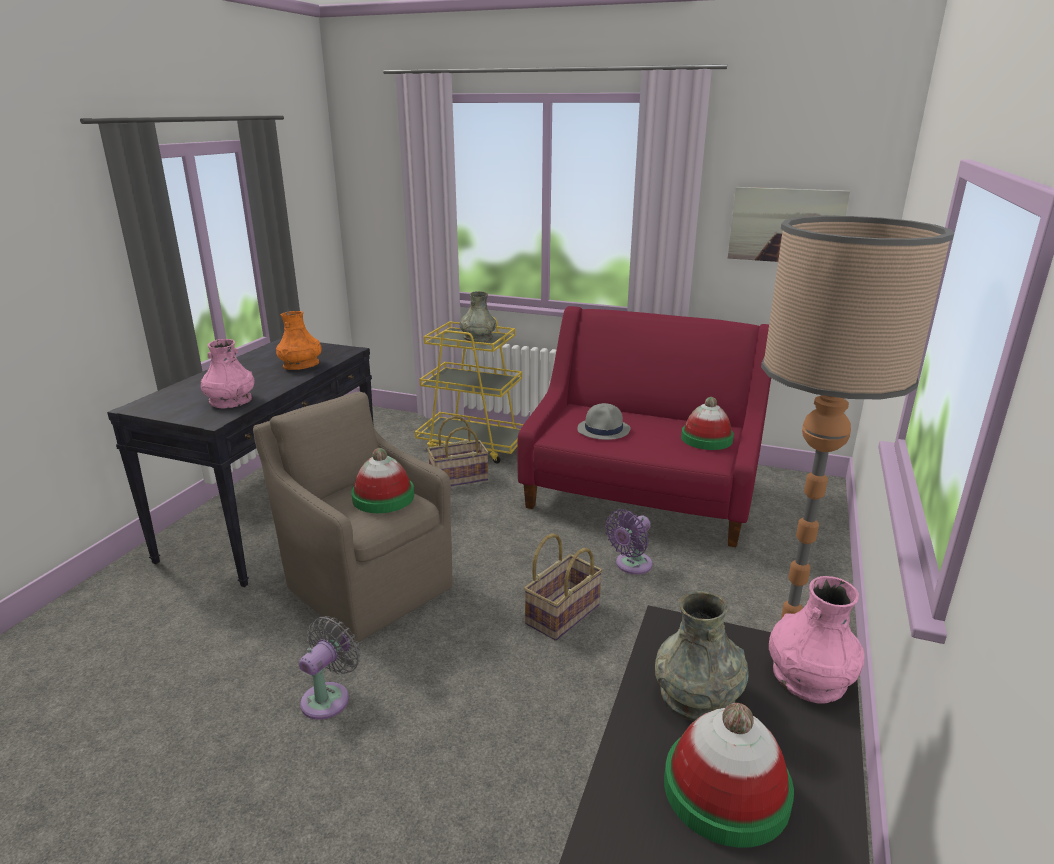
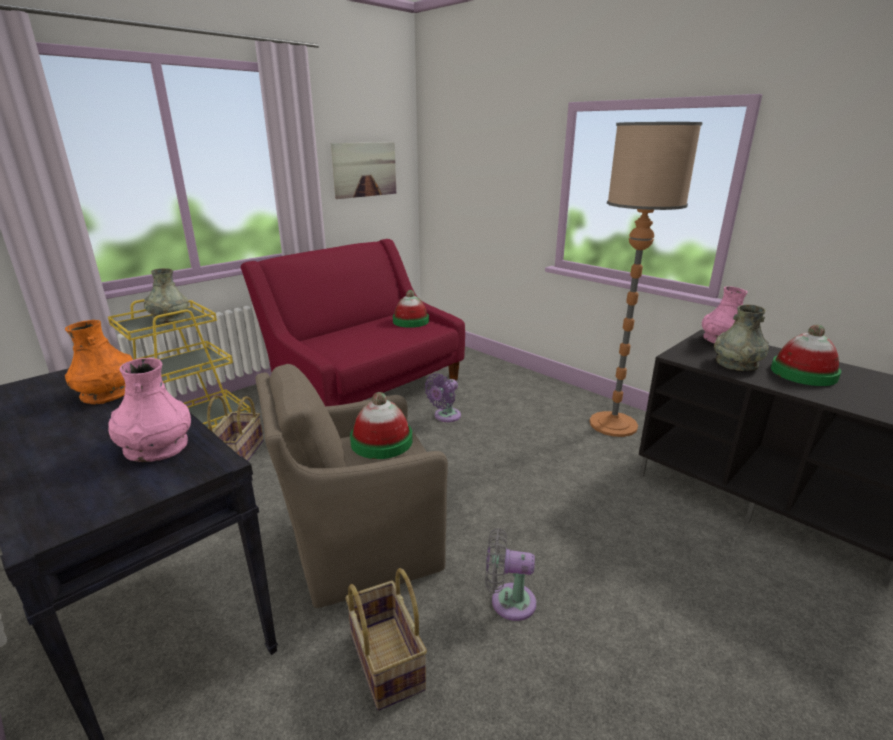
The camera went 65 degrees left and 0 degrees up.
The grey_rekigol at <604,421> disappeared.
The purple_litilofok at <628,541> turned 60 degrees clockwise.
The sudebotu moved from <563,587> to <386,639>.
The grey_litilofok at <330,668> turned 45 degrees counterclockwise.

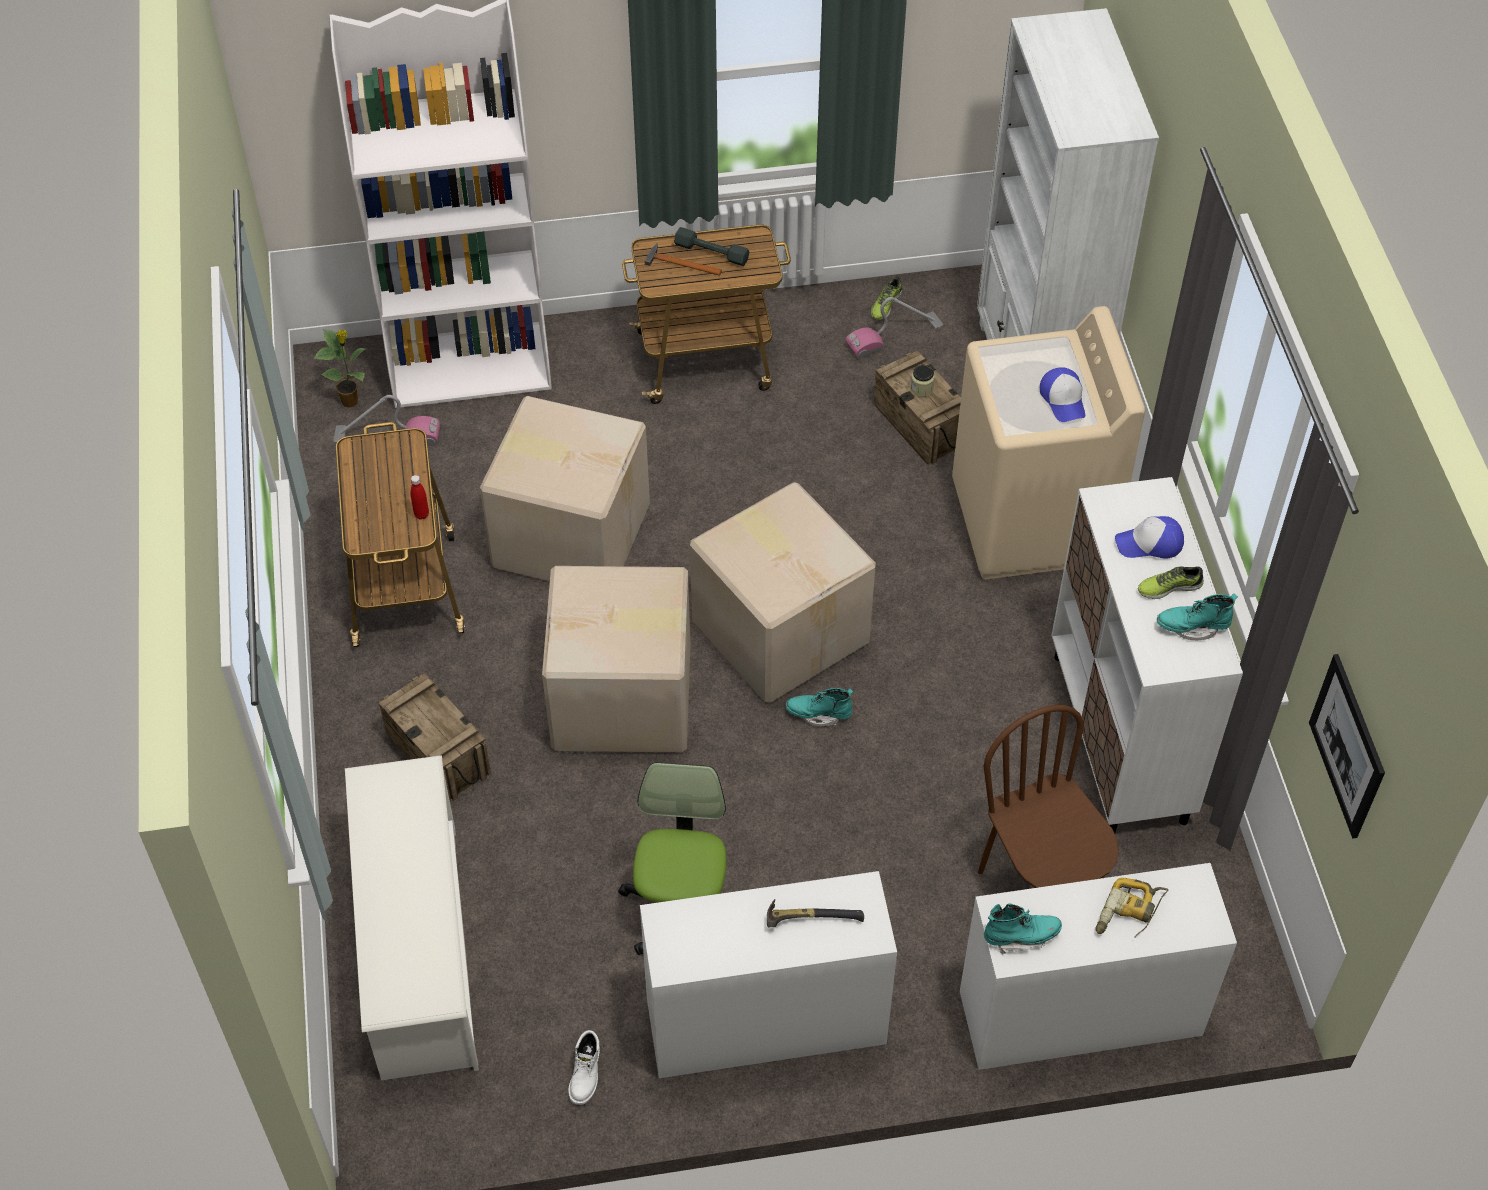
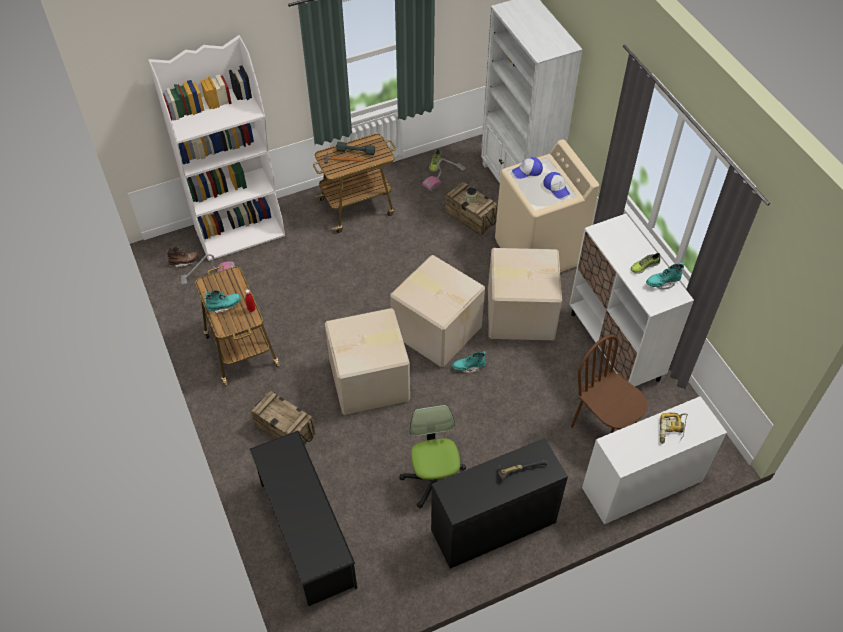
The camera went 15 degrees left and 0 degrees up.
The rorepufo at <340,368> was replaced by the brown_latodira at <182,258>.
The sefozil moved from <565,488> to <525,294>.
The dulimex moved from <1149,537> to <527,168>.
The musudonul at <1347,746> disappeared.
The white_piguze at <412,917> became the black_piguze at <303,518>.
The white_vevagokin at <768,974> became the black_vevagokin at <499,503>.
The turquoise_latodira moved from <1023,929> to <222,302>.
The white_latodira at <584,1067> disappeared.

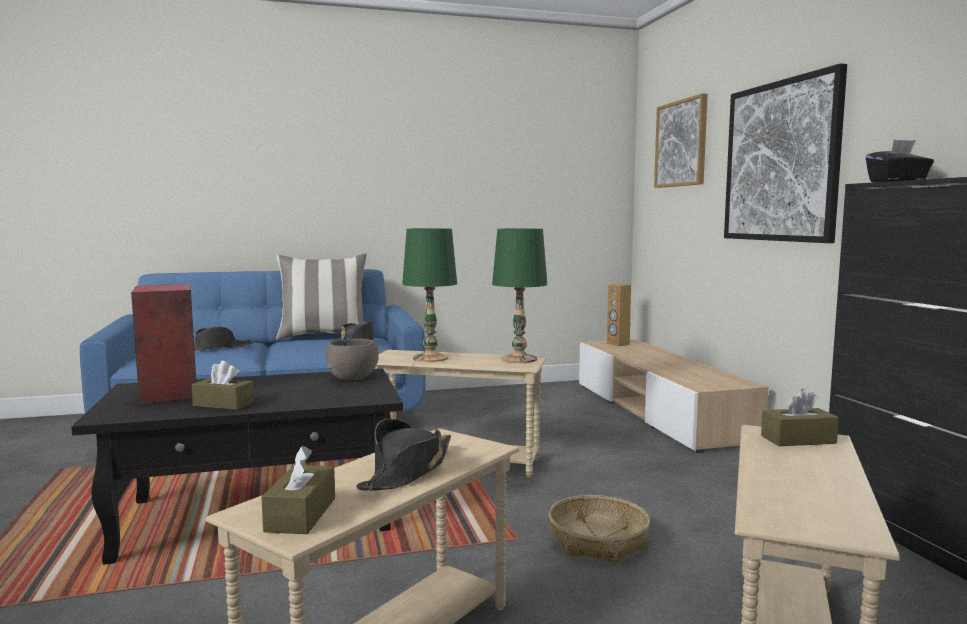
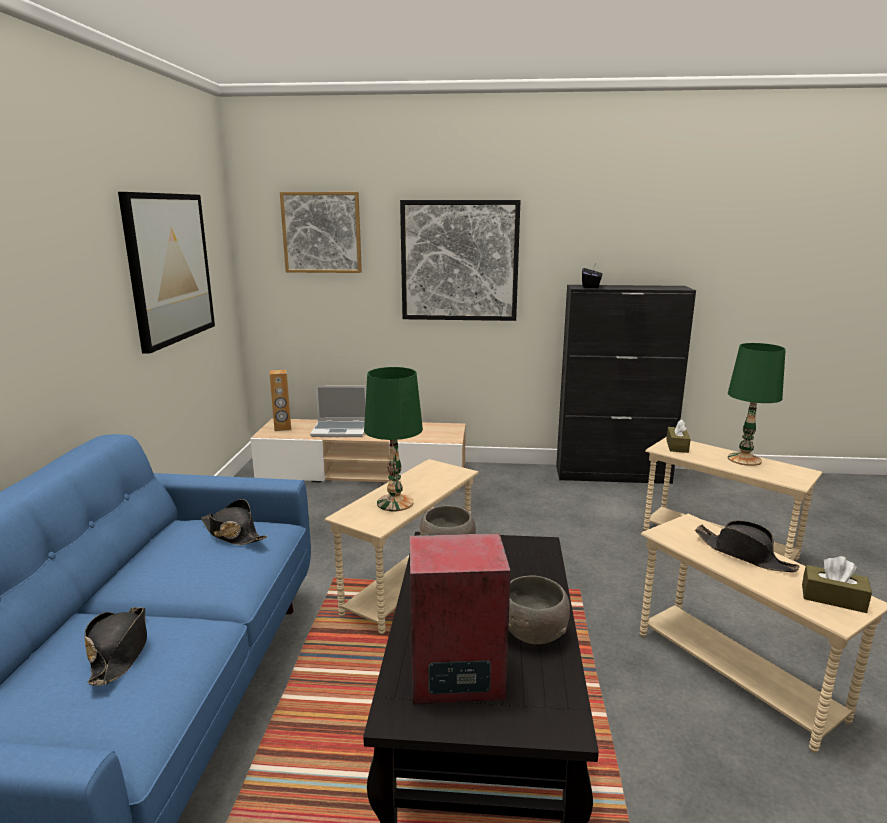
The camera went 70 degrees left and 10 degrees up.
The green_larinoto moved from <519,296> to <757,404>.
The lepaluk at <321,297> disappeared.
The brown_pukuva at <223,385> was replaced by the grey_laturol at <539,609>.
The sudebotu at <599,529> disappeared.
The musudonul at <166,273> appeared.
The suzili at <338,411> appeared.

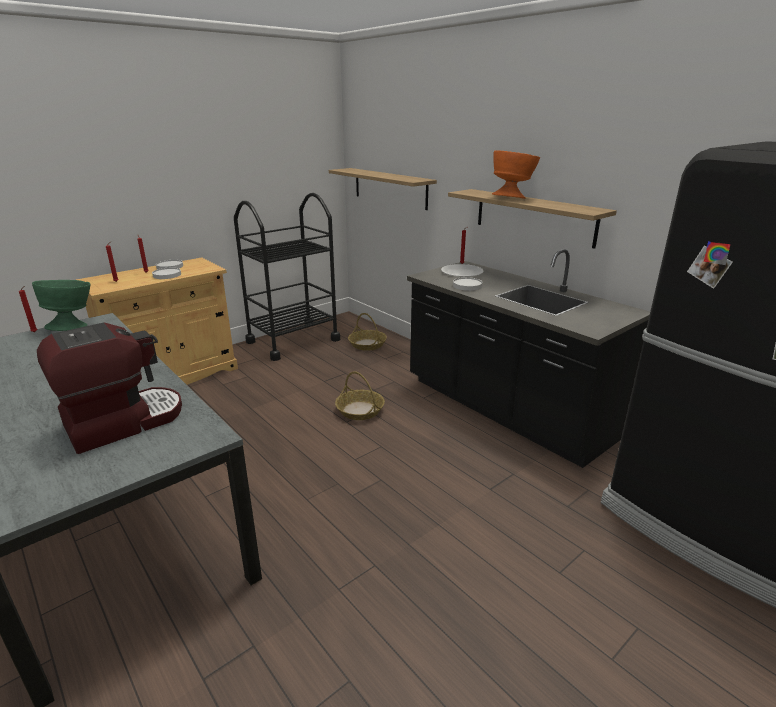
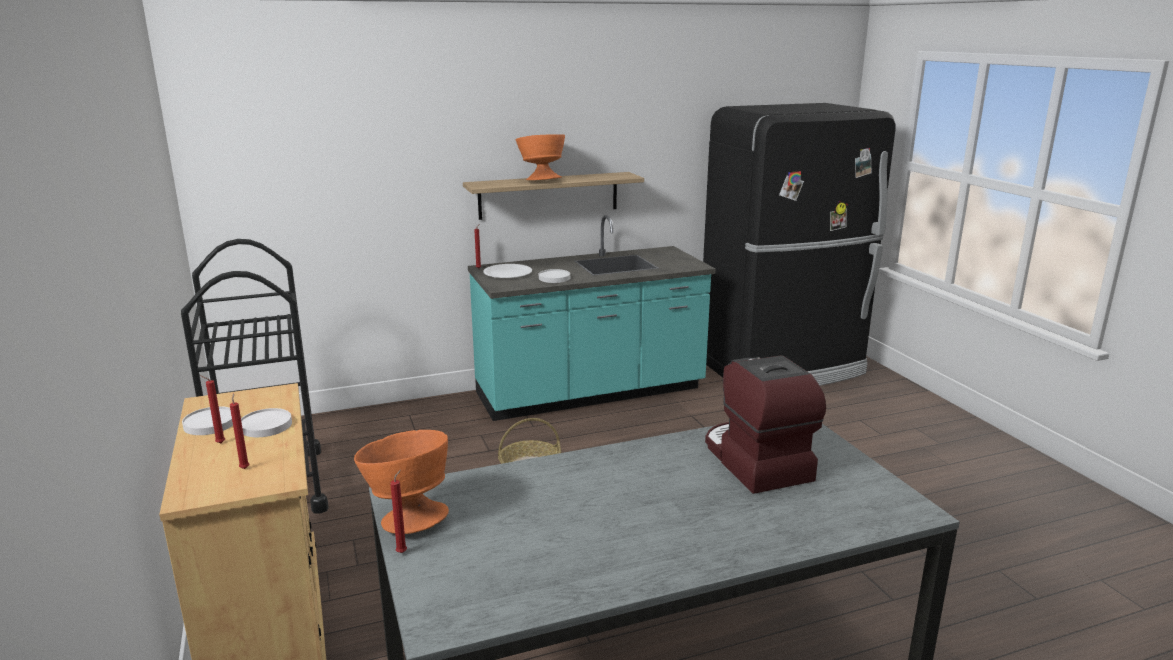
The camera went 70 degrees left and 5 degrees down.
The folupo at <383,189> disappeared.
The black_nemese at <528,358> became the turquoise_nemese at <592,318>.
The green_laturol at <61,305> became the orange_laturol at <401,482>.
The sudebotu at <367,332> disappeared.

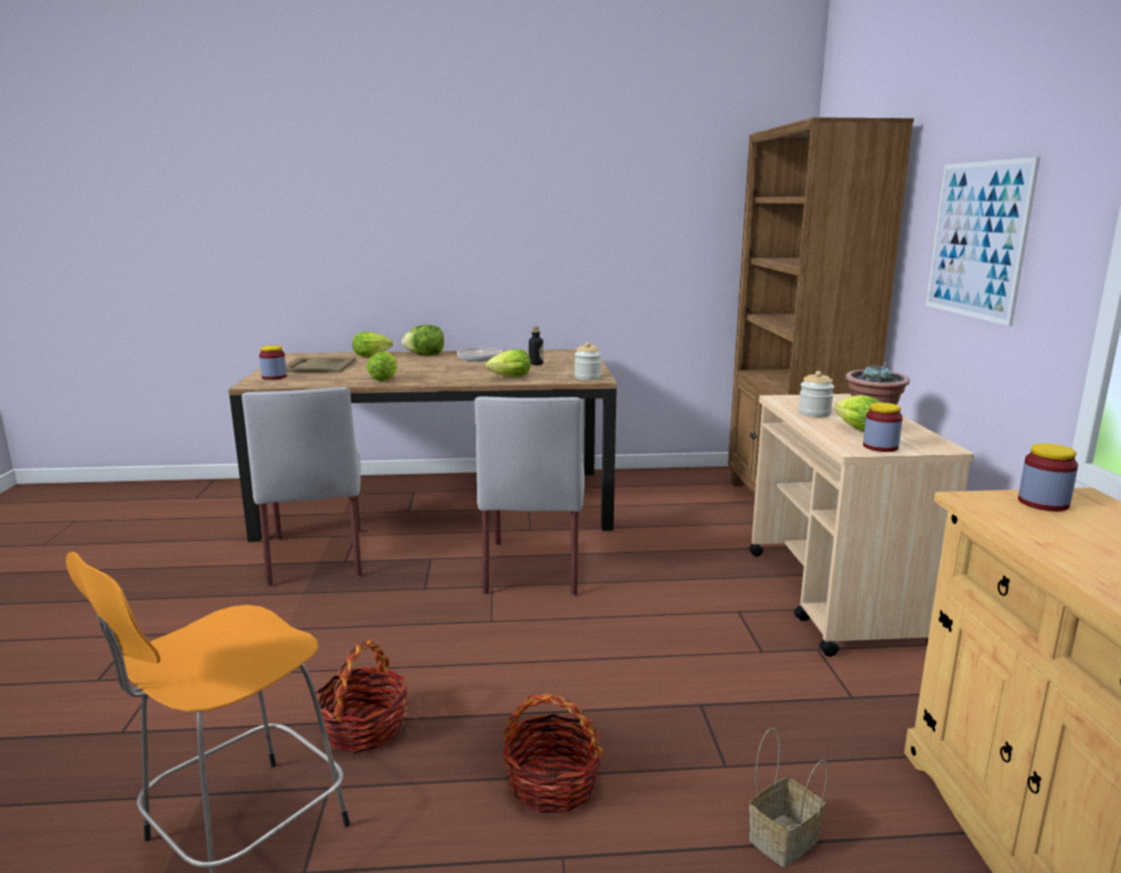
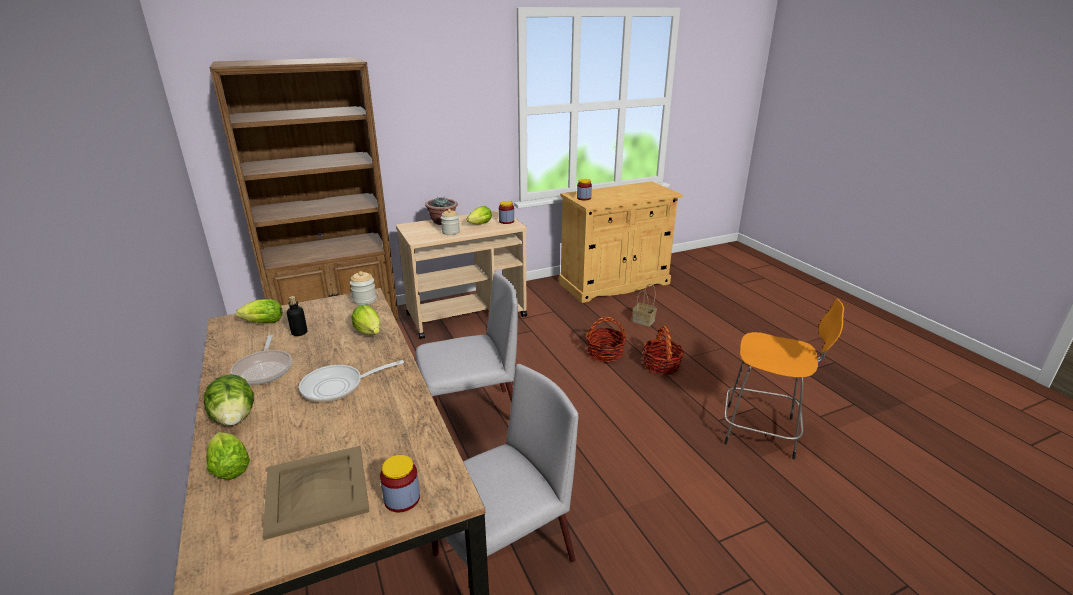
The camera went 110 degrees left and 10 degrees up.
The musudonul at <983,241> disappeared.
The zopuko moved from <381,366> to <259,311>.
The sudebotu moved from <361,696> to <606,339>.
The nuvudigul at <351,381> appeared.

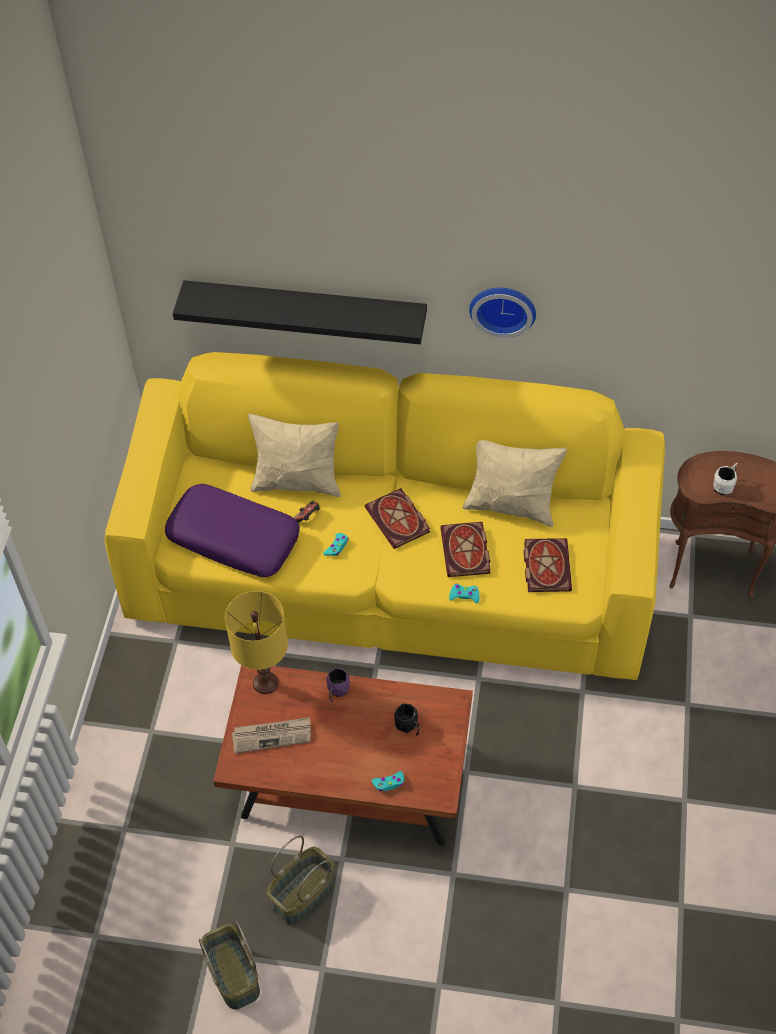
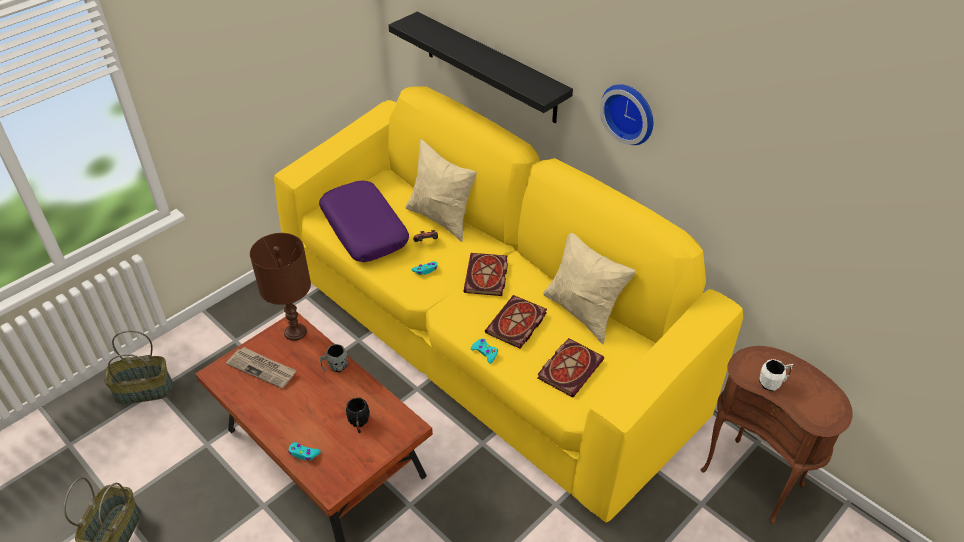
The camera went 35 degrees right and 10 degrees down.
The yellow_larinoto at <256,642> became the brown_larinoto at <280,287>.
The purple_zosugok at <338,685> became the grey_zosugok at <333,358>.
The sudebotu moved from <301,880> to <138,367>.

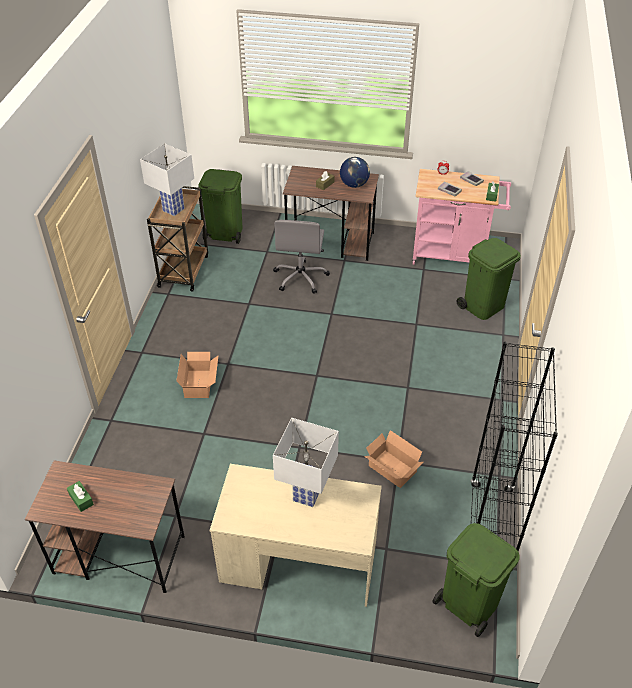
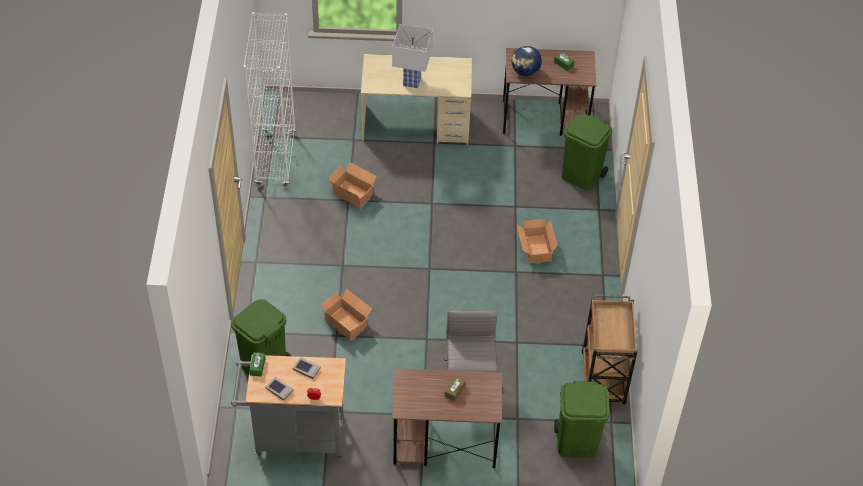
The camera went 170 degrees right and 5 degrees up.
The white_larinoto at <167,179> disappeared.
The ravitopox moved from <355,172> to <527,61>.
The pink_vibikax at <461,217> became the grey_vibikax at <288,407>.
The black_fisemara at <514,457> became the white_fisemara at <269,100>.
The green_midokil moved from <476,580> to <587,152>.
The sefozil at <346,314> appeared.

